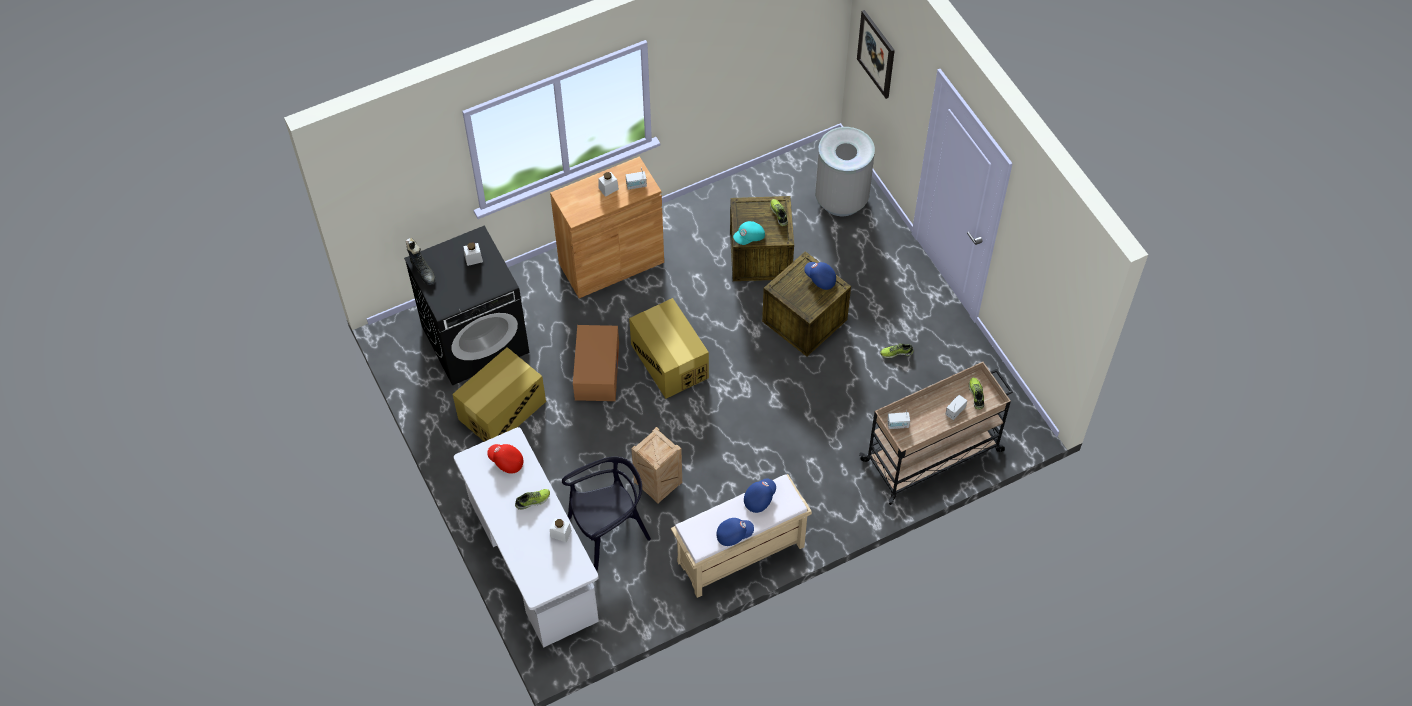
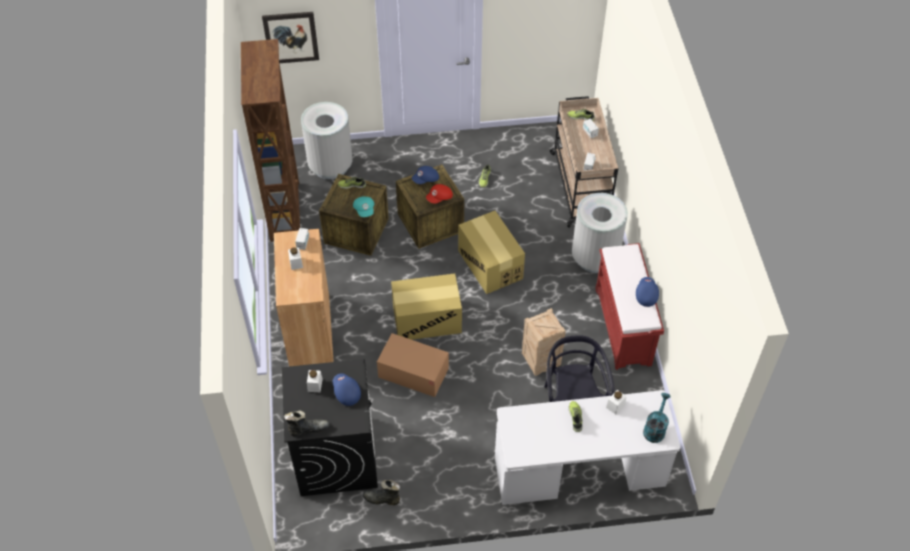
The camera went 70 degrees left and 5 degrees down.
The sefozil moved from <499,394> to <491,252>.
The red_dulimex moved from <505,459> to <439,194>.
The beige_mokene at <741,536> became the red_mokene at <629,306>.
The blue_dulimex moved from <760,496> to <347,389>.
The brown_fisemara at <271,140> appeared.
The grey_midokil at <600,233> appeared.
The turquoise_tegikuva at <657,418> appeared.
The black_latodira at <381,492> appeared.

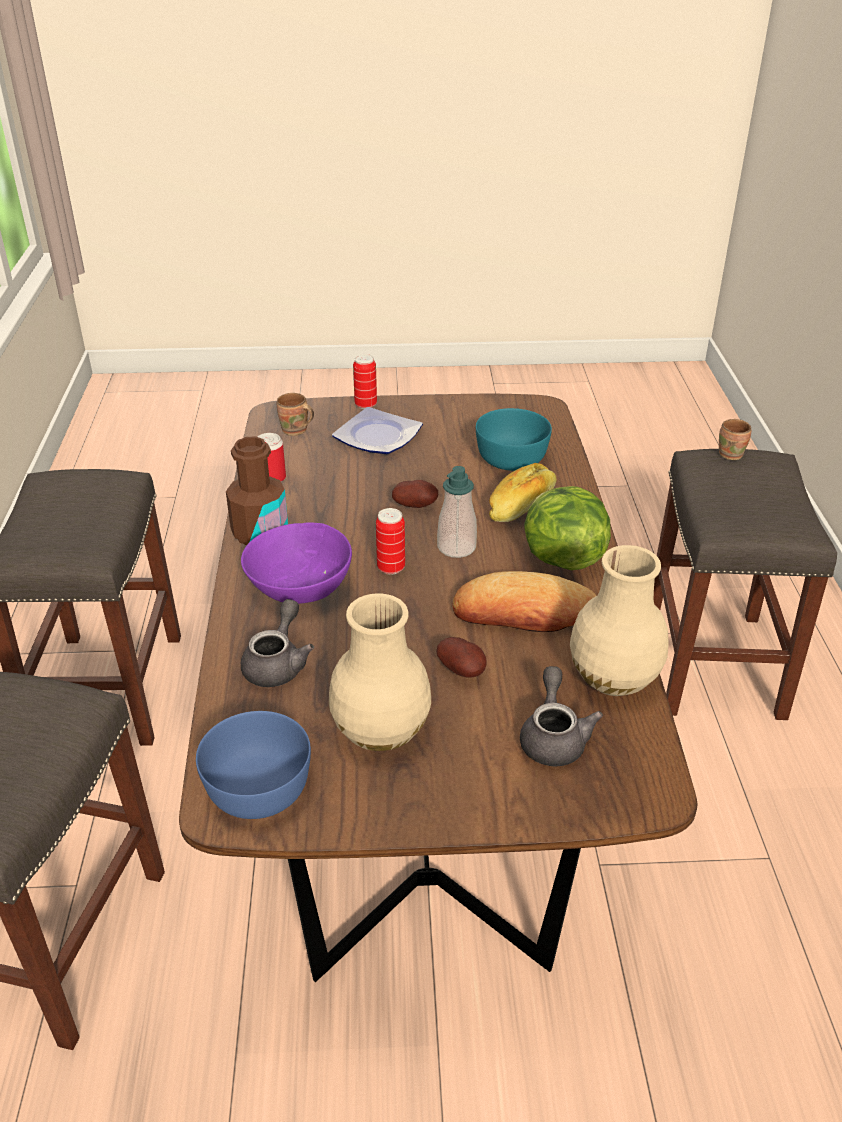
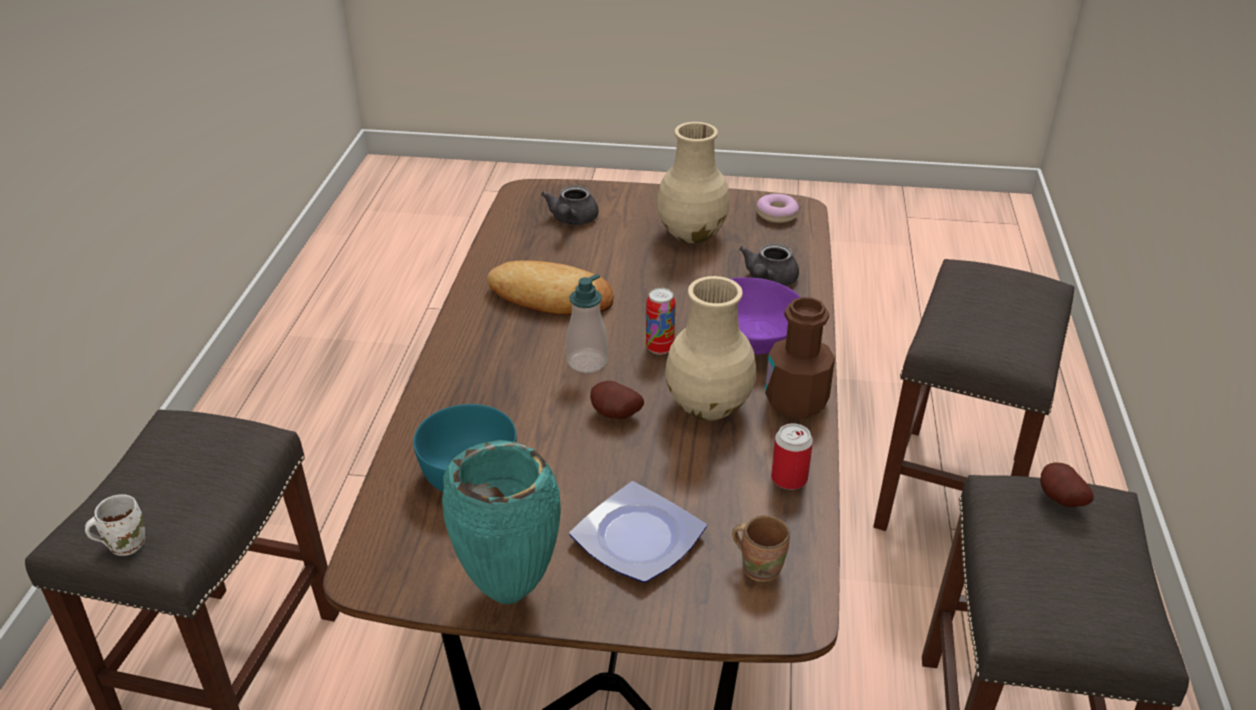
The camera went 170 degrees left and 0 degrees up.
The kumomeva at <365,381> disappeared.
The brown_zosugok at <735,439> became the white_zosugok at <115,525>.
The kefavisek at <523,492> disappeared.
The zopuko at <567,528> disappeared.
The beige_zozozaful moved from <619,620> to <710,348>.
The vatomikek moved from <461,657> to <1067,484>.
The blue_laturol at <253,765> was replaced by the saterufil at <778,208>.
The turquoise_zozozaful at <501,522> appeared.

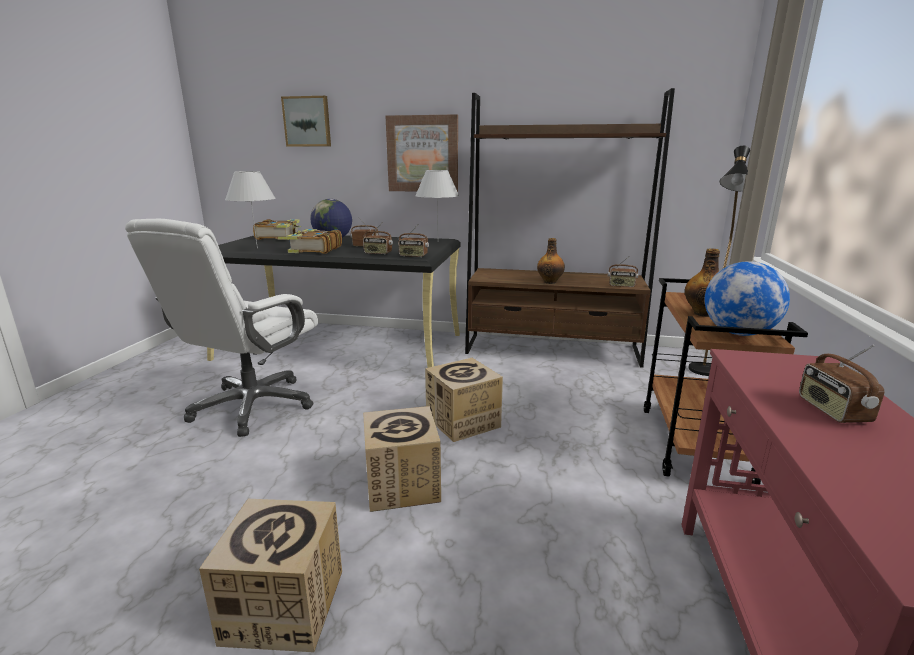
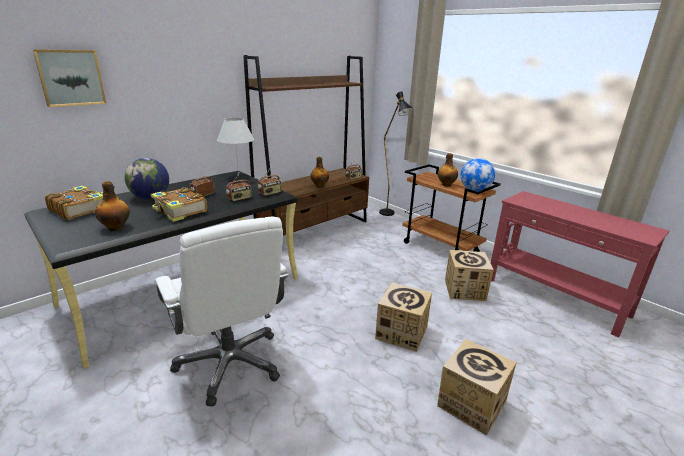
The camera went 55 degrees left and 5 degrees up.
The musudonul at <421,153> disappeared.
The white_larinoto at <250,209> was replaced by the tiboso at <112,206>.
The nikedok at <841,384> disappeared.
The sefozil moved from <464,400> to <469,275>.

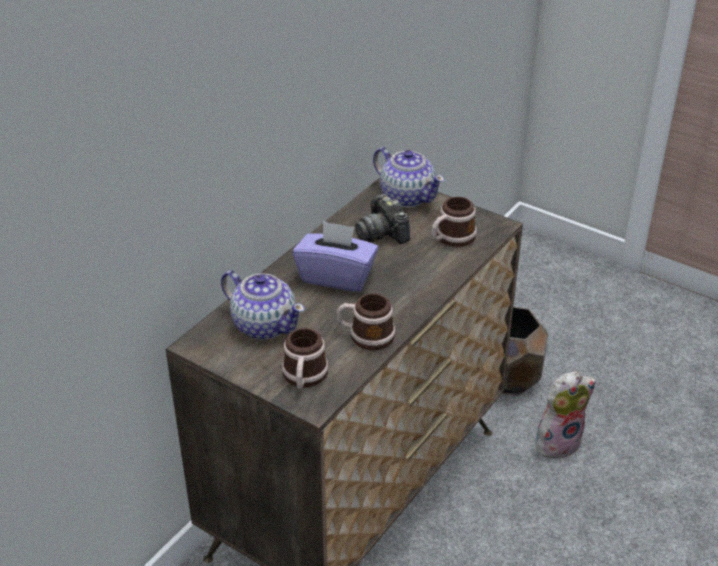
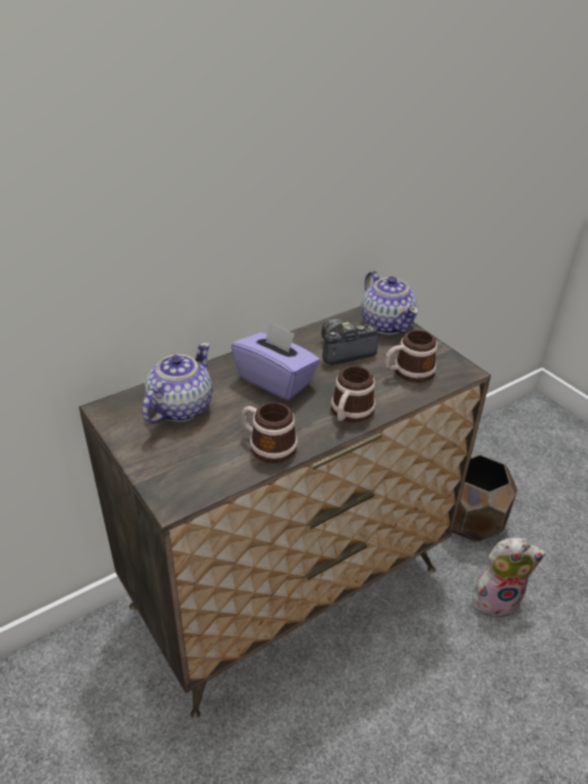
The camera went 20 degrees right and 0 degrees up.
The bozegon at <382,218> turned 75 degrees clockwise.
The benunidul at <263,305> turned 120 degrees counterclockwise.
The zosugok moved from <305,358> to <353,394>.

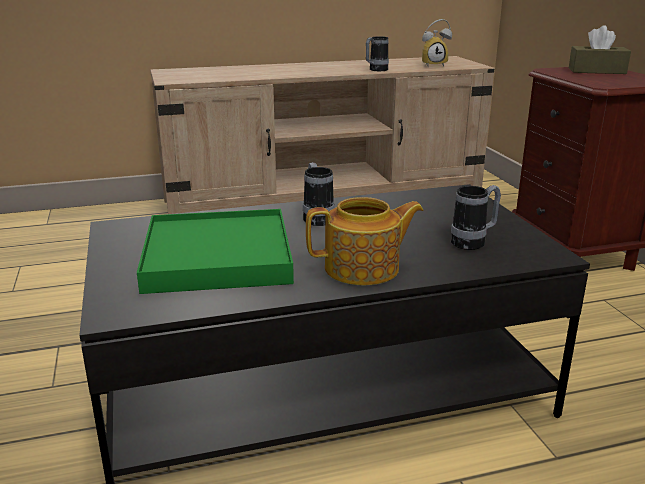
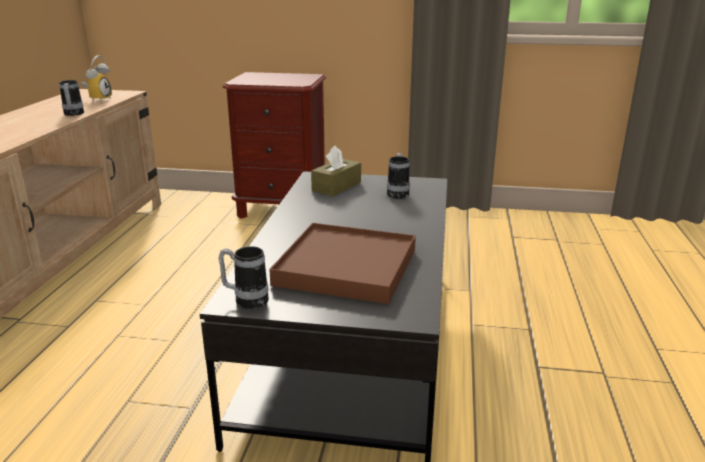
The camera went 65 degrees left and 0 degrees up.
The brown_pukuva moved from <600,49> to <336,170>.
The zosugok moved from <319,194> to <243,277>.
The benunidul at <364,241> disappeared.
The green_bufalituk at <215,251> became the brown_bufalituk at <342,263>.

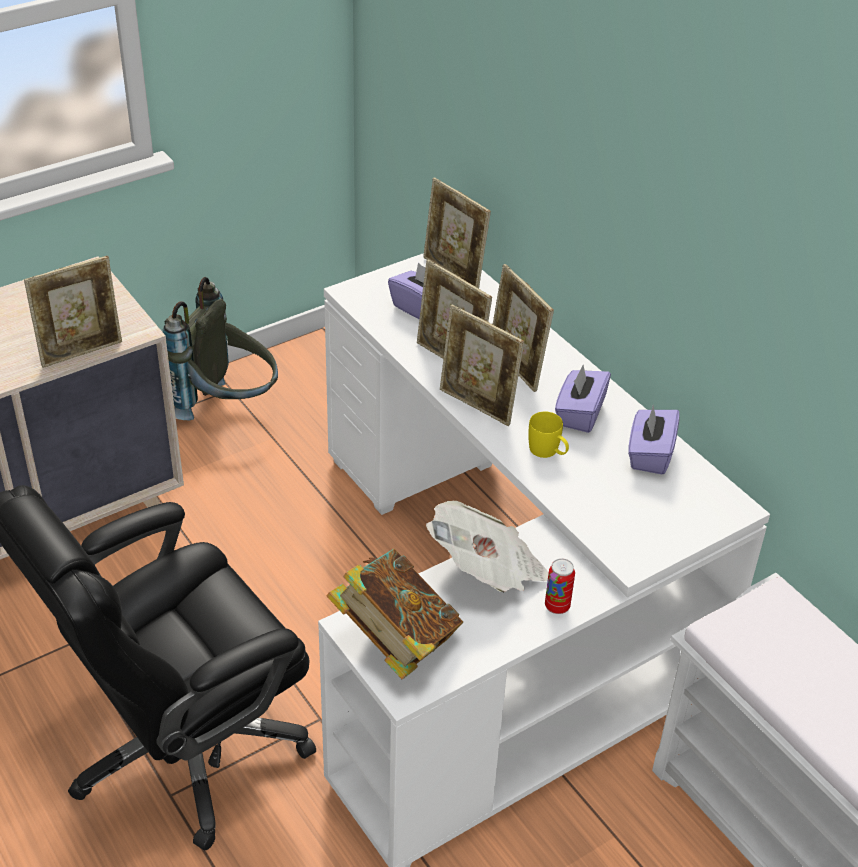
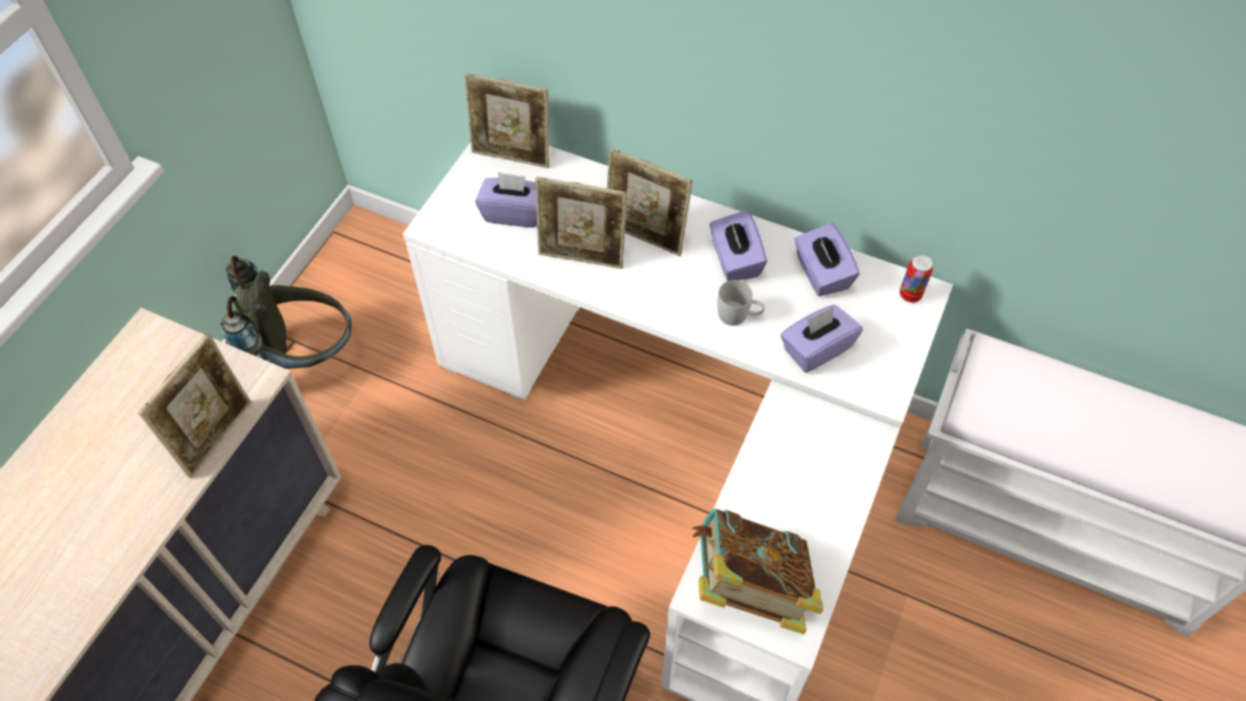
The camera went 30 degrees left and 15 degrees up.
The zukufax at <482,365> disappeared.
The yellow_zosugok at <548,435> became the white_zosugok at <741,303>.
The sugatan at <487,546> disappeared.
The kumomeva moved from <560,586> to <916,279>.
The purple_pukuva at <822,339> appeared.

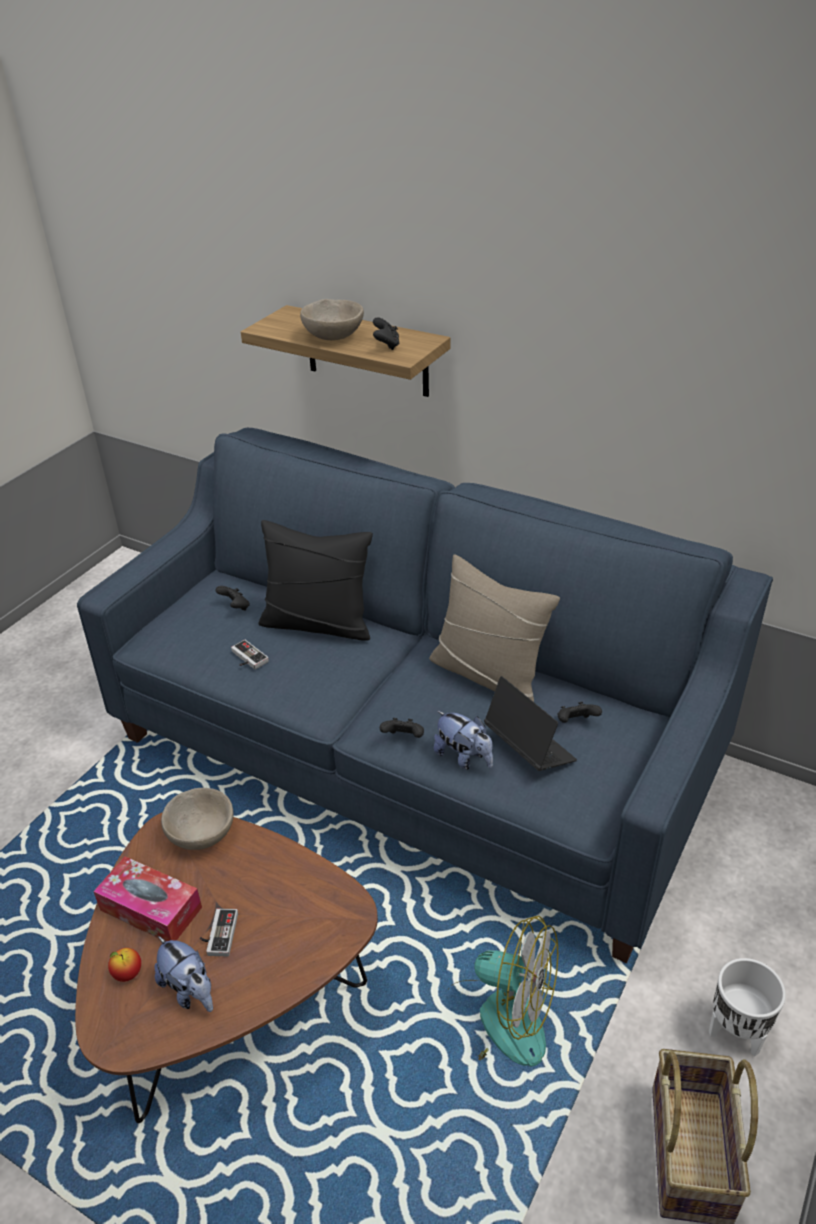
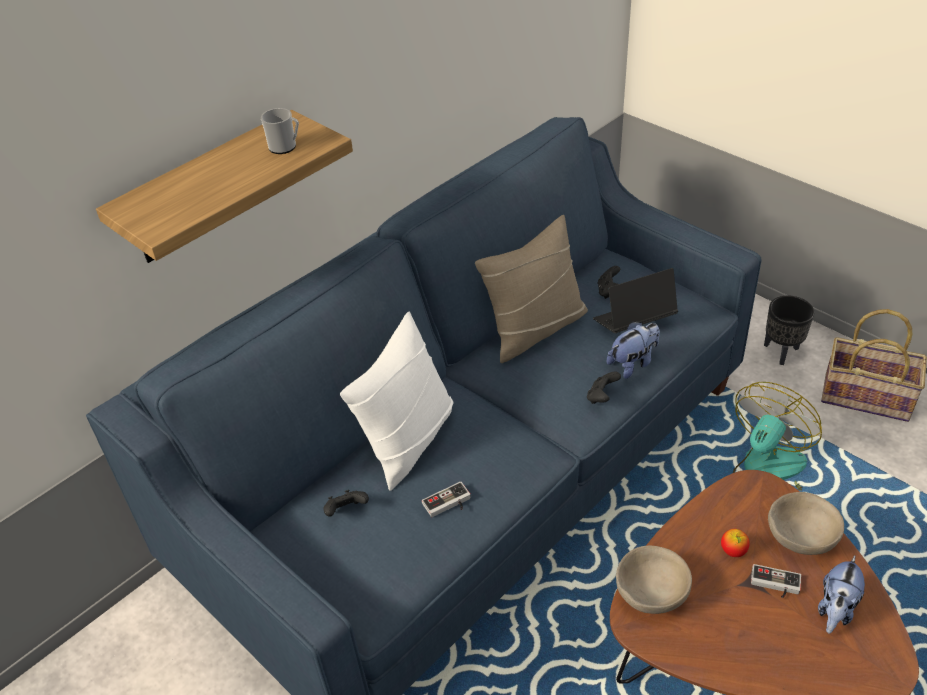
The camera went 75 degrees left and 5 degrees up.
The beige_laturol moved from <332,319> to <806,523>.
The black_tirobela at <386,333> was replaced by the zosugok at <280,131>.
The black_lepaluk at <315,580> became the white_lepaluk at <396,401>.
The pukuva at <147,898> disappeared.
The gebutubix at <183,974> turned 150 degrees clockwise.
The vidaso moved from <124,965> to <735,543>.
The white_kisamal at <747,1007> became the black_kisamal at <789,330>.

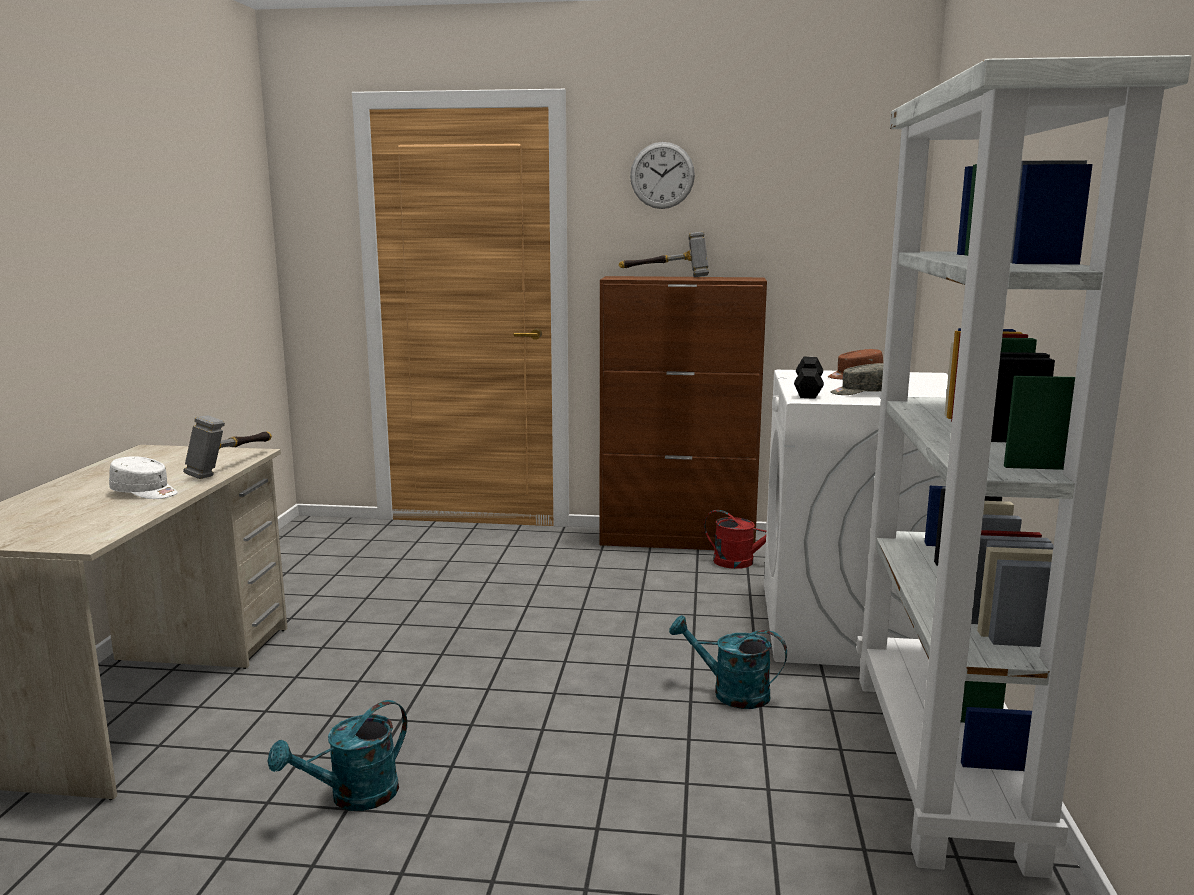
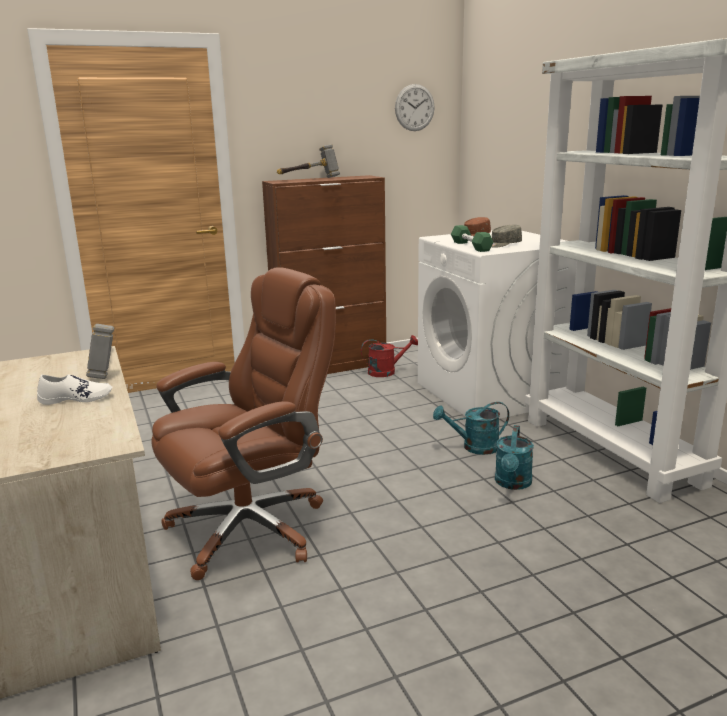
The camera went 30 degrees left and 5 degrees up.
The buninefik moved from <662,175> to <415,107>.
The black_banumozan at <809,378> became the green_banumozan at <472,238>.
The white_dulimex at <143,477> was replaced by the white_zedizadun at <75,389>.
The turquoise_tegikuva moved from <337,755> to <514,457>.
The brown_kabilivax at <243,423> appeared.

